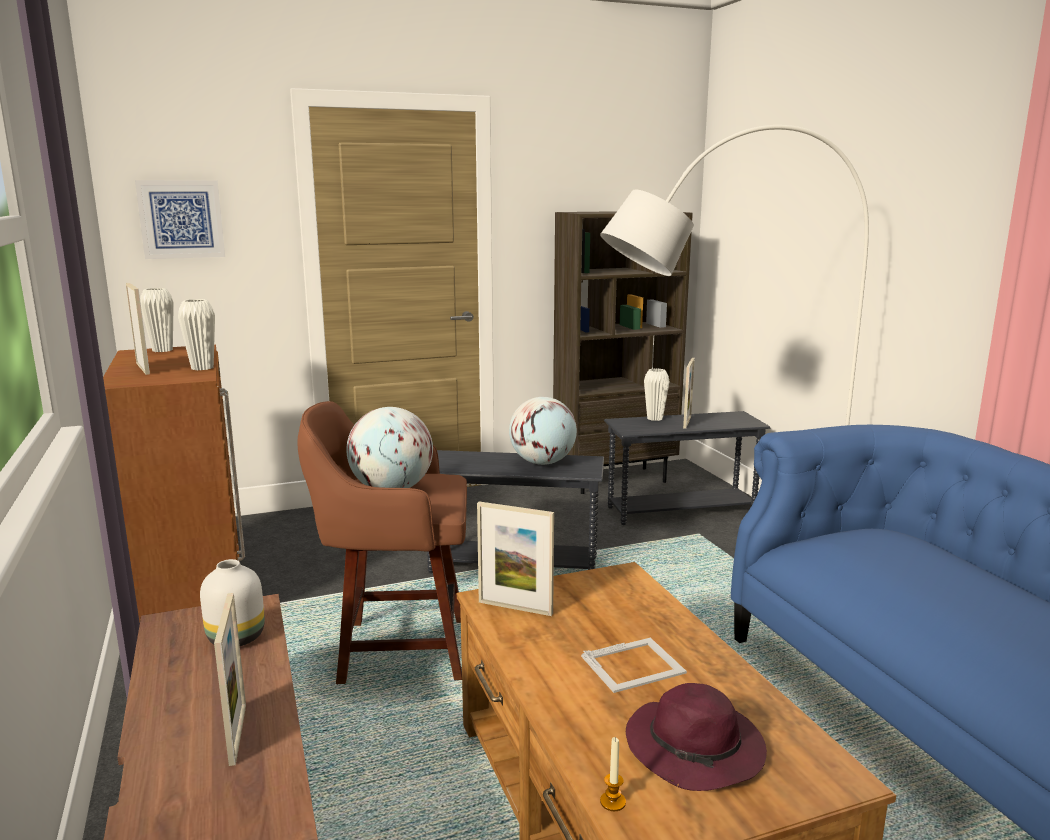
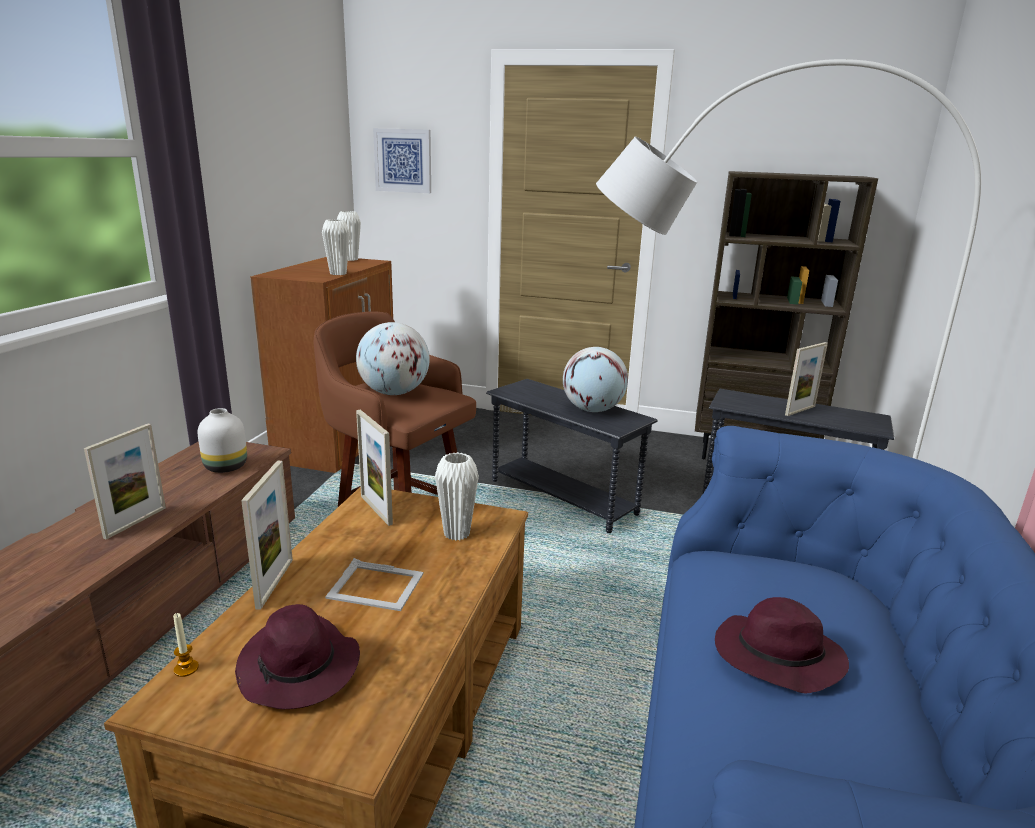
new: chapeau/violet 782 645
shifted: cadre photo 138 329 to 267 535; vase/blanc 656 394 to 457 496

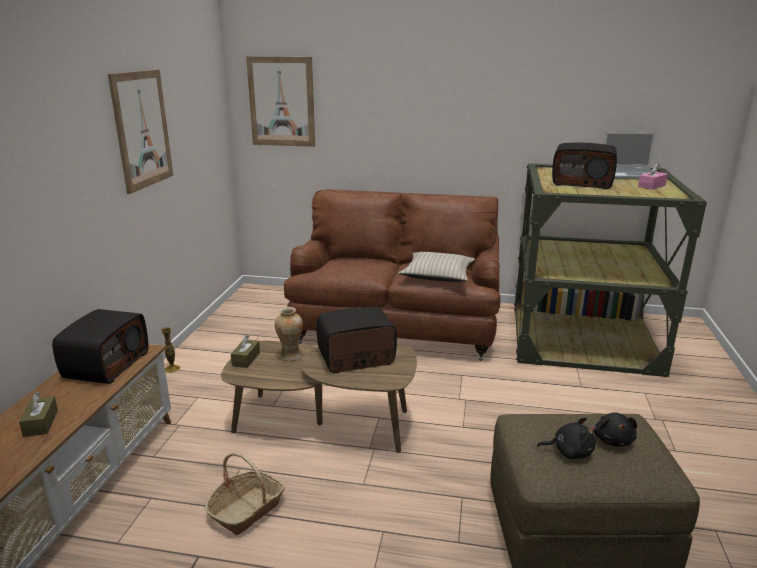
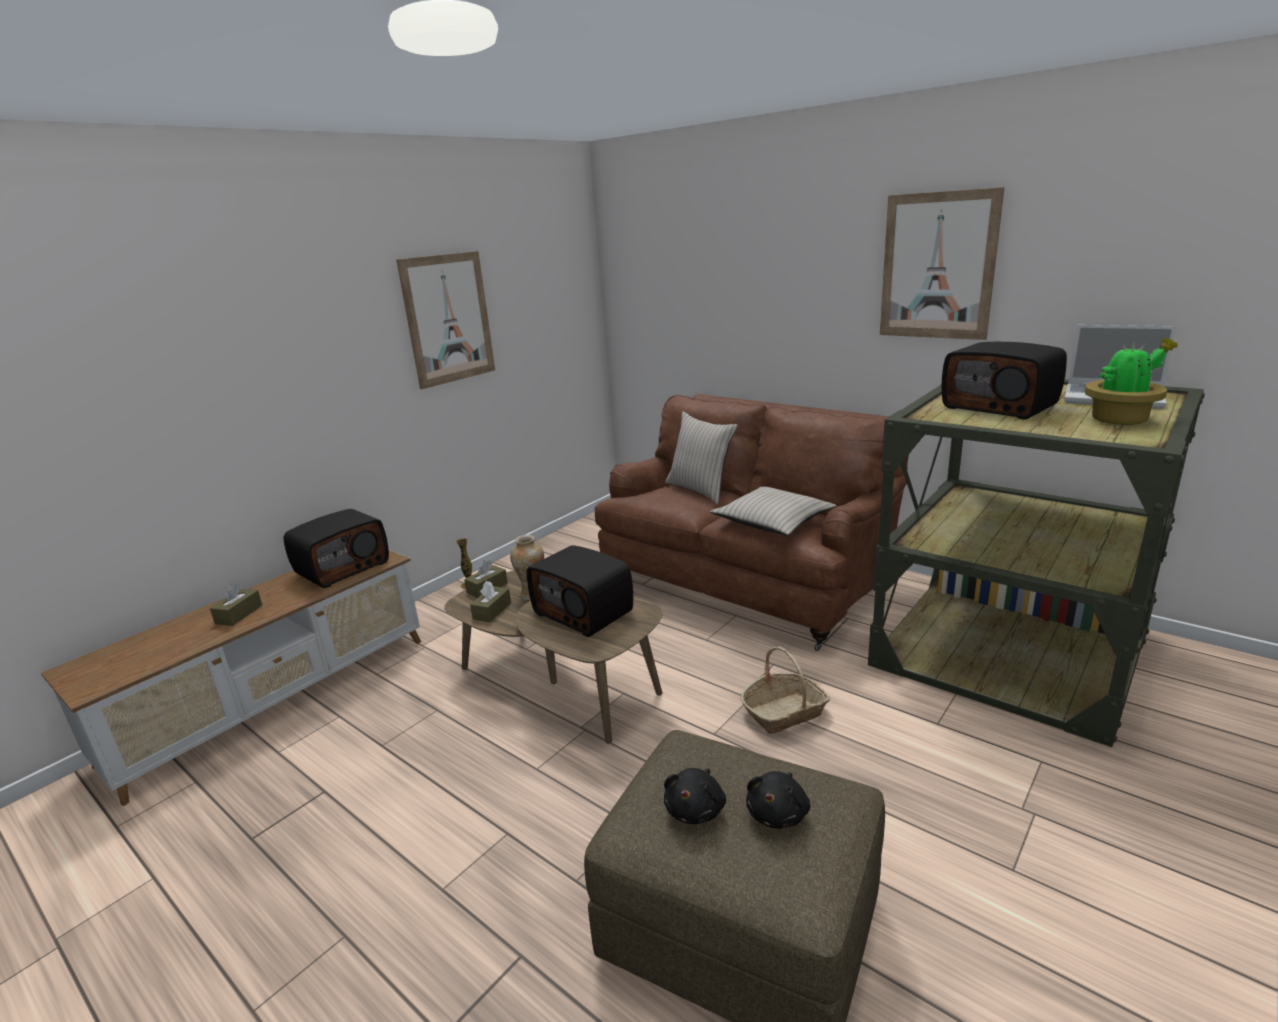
new: boîte à mouchoirs/marron 490 601; coussin/beige 701 458
shifted: panier 245 493 to 785 690; tableau 280 101 to 942 263
swapped: boîte à mouchoirs/rose 653 176 to plante en pot 1131 381
rotated: radio 357 340 = 580 591 150 degrees counterclockwise; peluche/noir 566 438 = 695 796 75 degrees clockwise

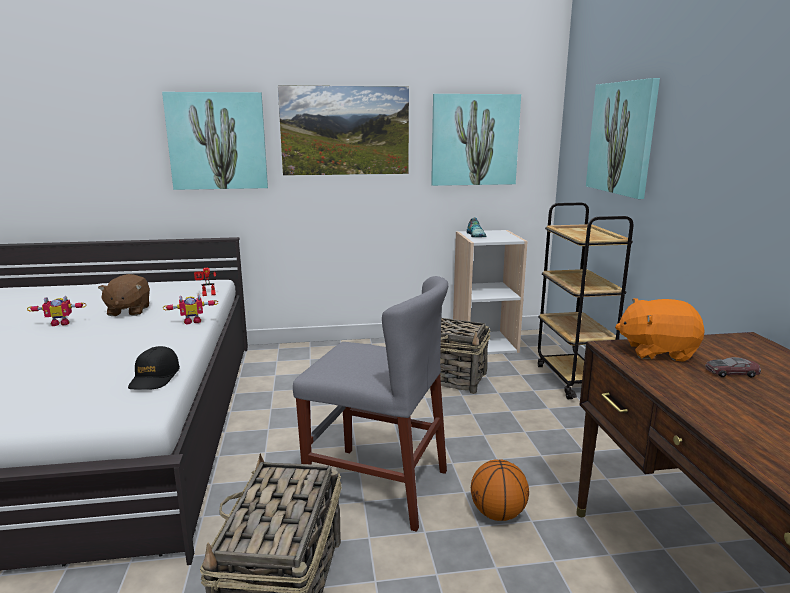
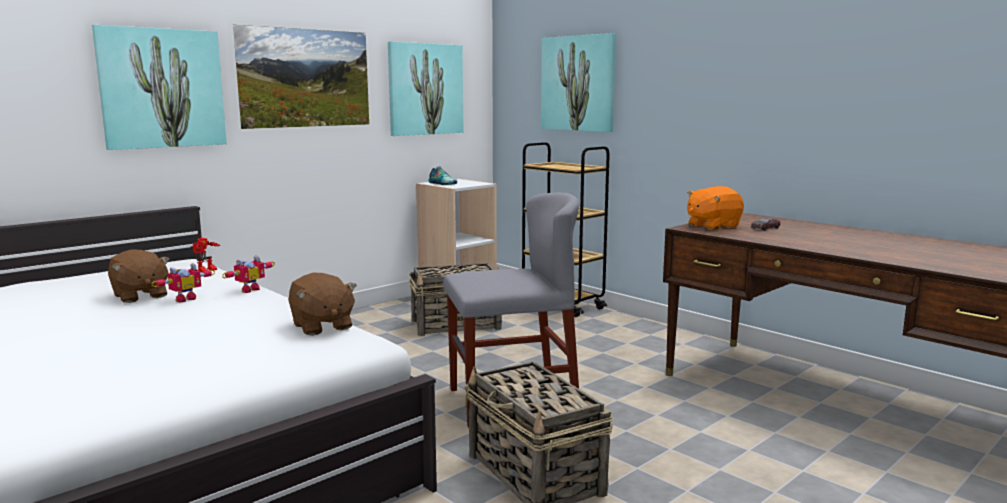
gone: ballon de basket 500 490
shifted: robot jouet 57 311 to 183 283
swapped: casquette/noir 154 368 to peluche/marron 322 304

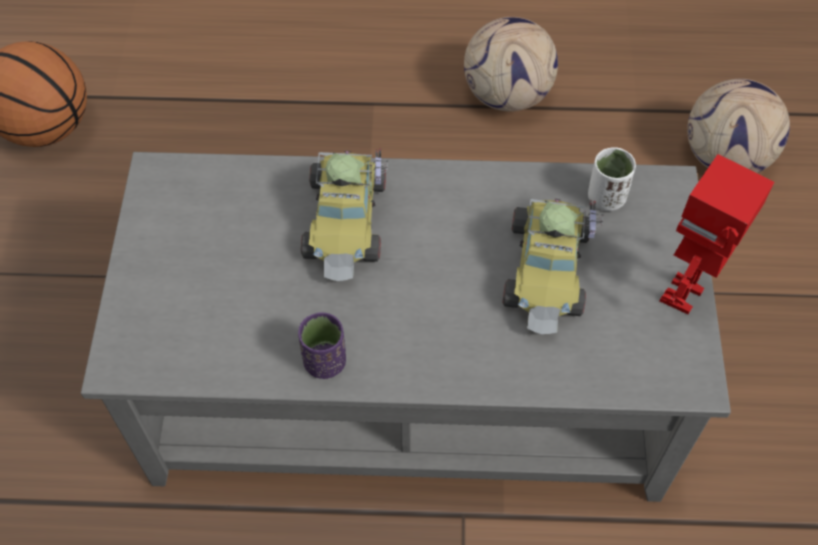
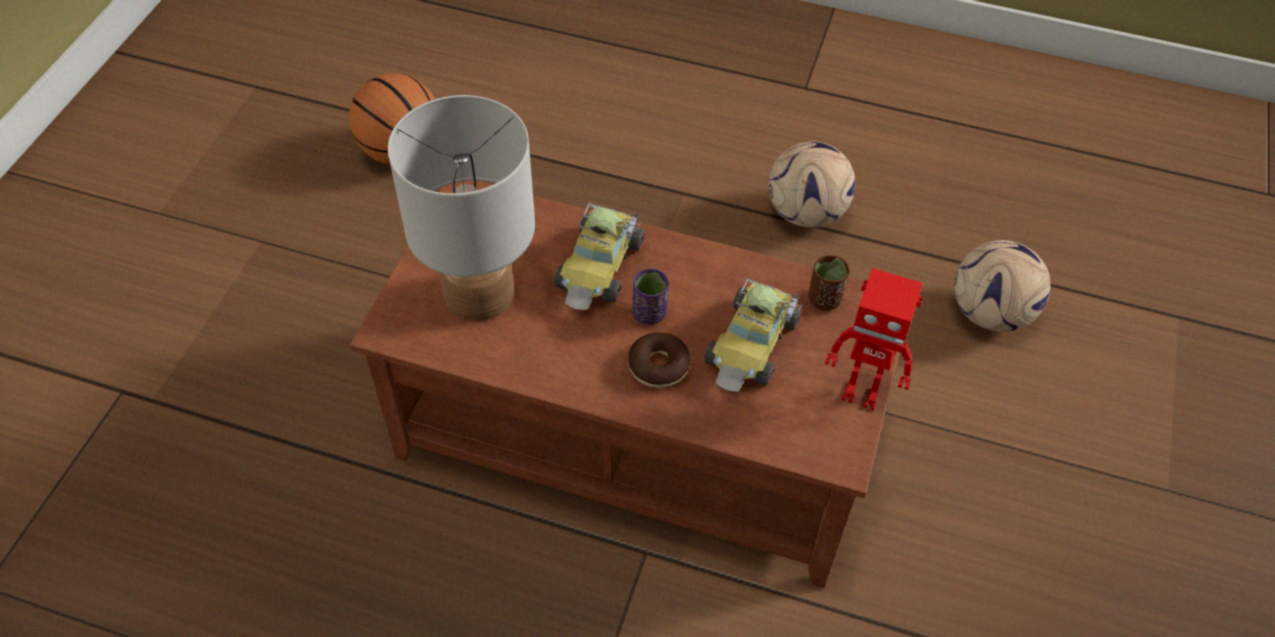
new: lampe de table/gris 461 208; beignet 659 360
shifted: tasse/violet 322 345 to 650 297
repainted: table basse/gris 406 327 to table basse/marron 624 384; tasse/blanc 612 179 to tasse/marron 828 283
rotated: robot jouet 717 234 = 874 339 120 degrees counterclockwise

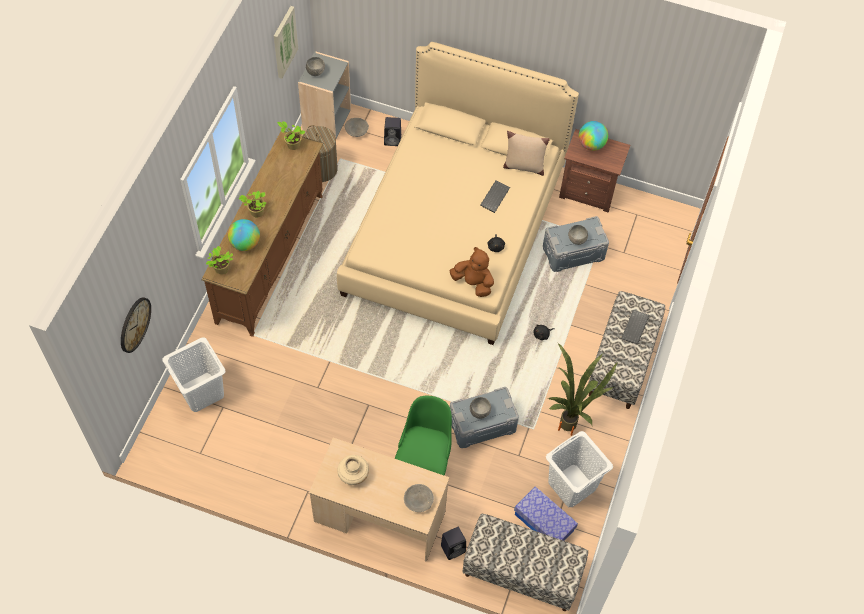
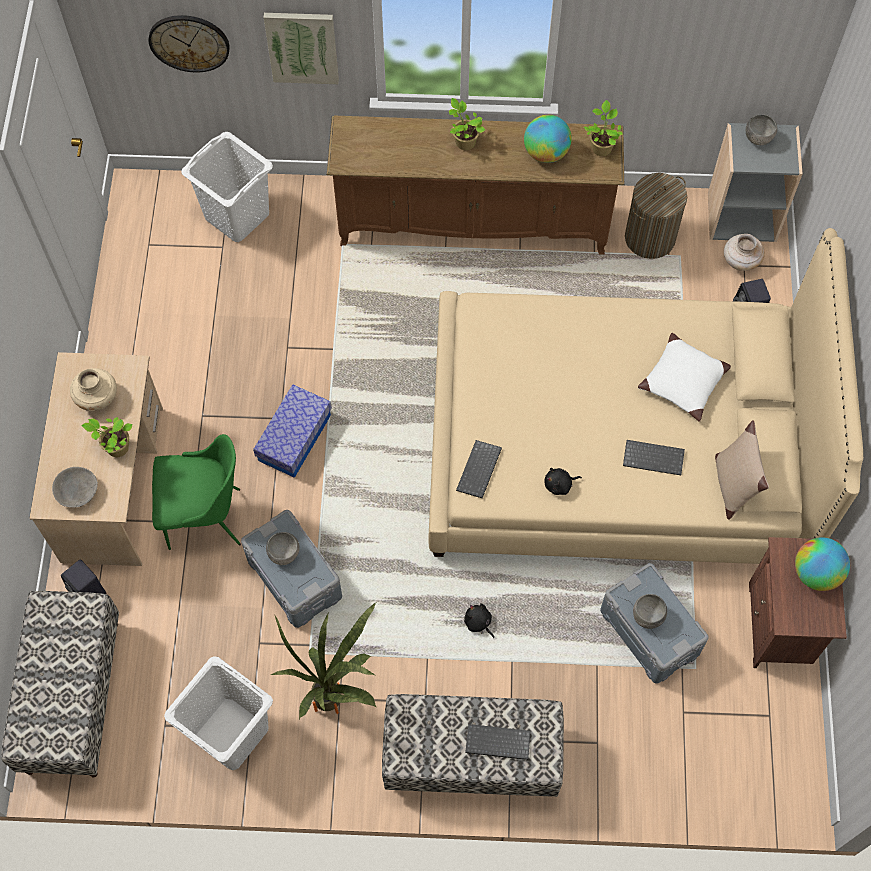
new: coussin/blanc 684 377
shifted: plante en pot 219 260 to 107 437; globe 244 235 to 548 139; tableau 286 42 to 301 48; boîte de rangement 546 513 to 292 431
swapped: bol/gris 357 127 to vase/beige 744 252; peluche/marron 471 272 to clavier 479 469

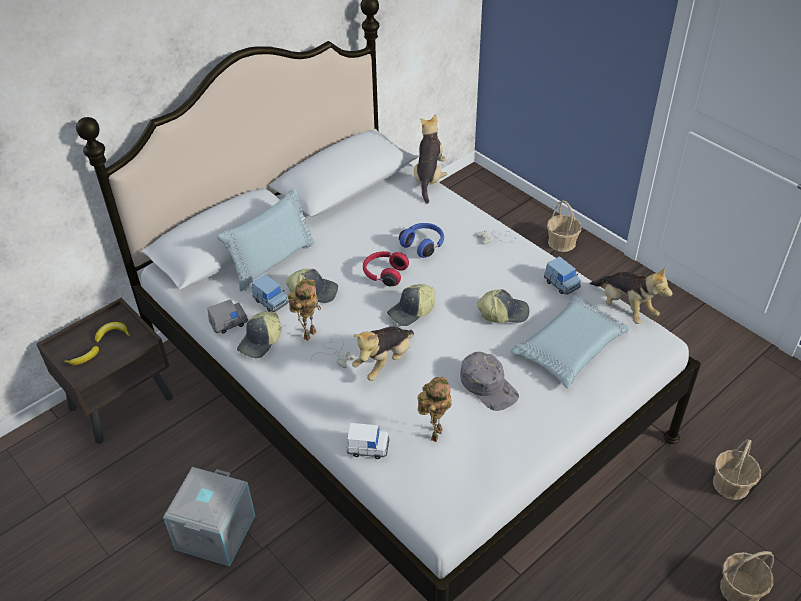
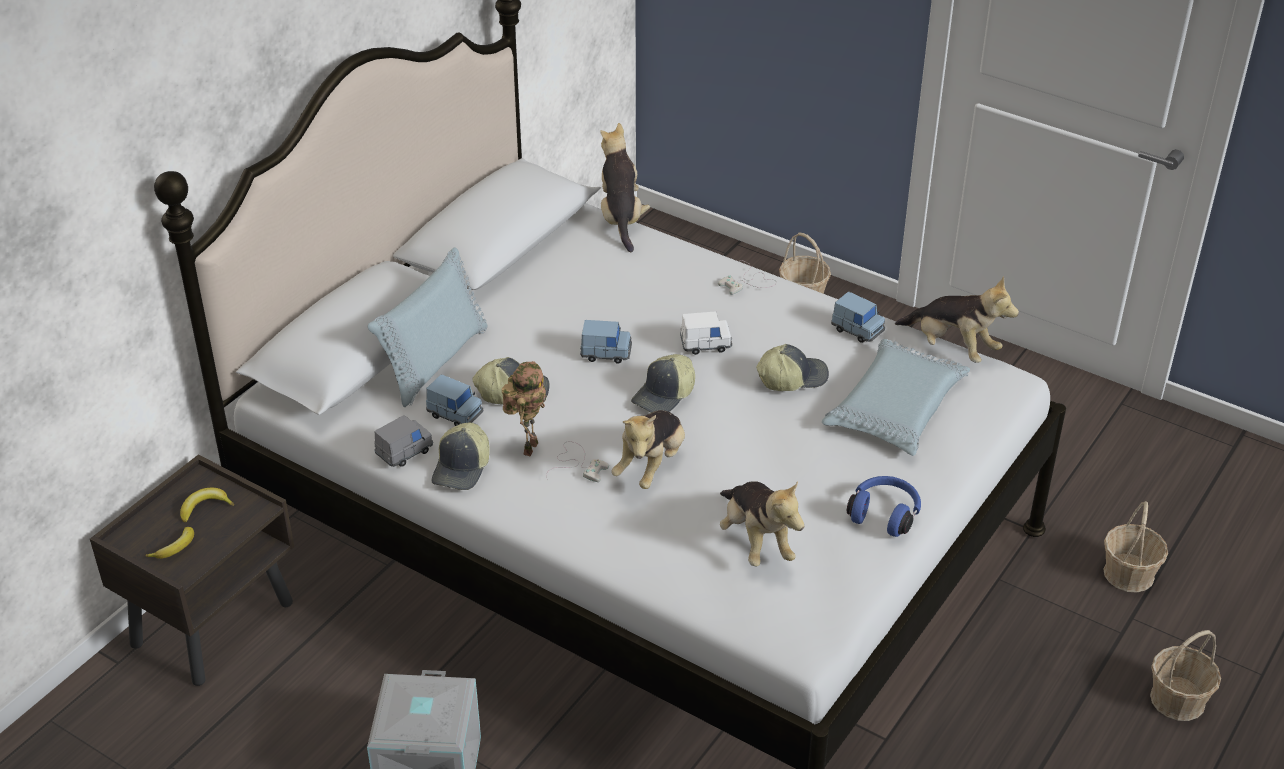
gone: casquette/gris 489 381
shifted: petite voiture/blanc 368 441 to 706 333; casque audio/bleu 421 240 to 884 506
swapped: casque audio/rouge 386 268 to petite voiture/bleu 606 342; robot jouet 435 409 to peluche 762 523

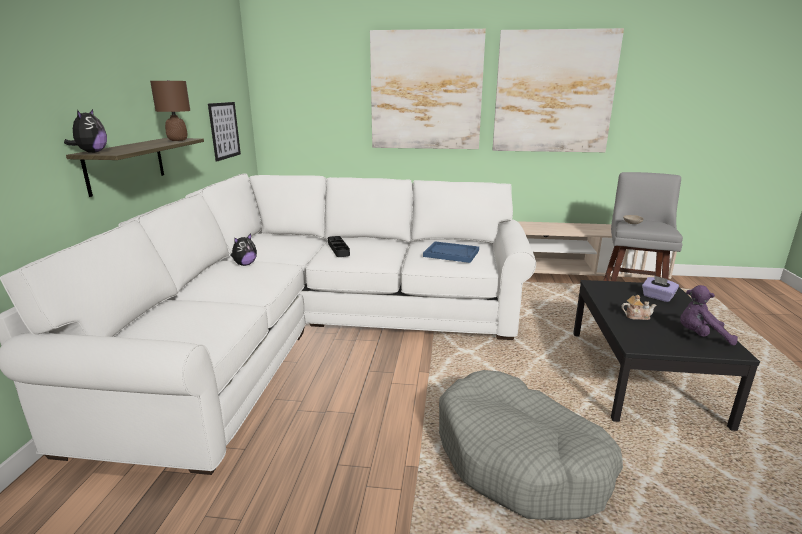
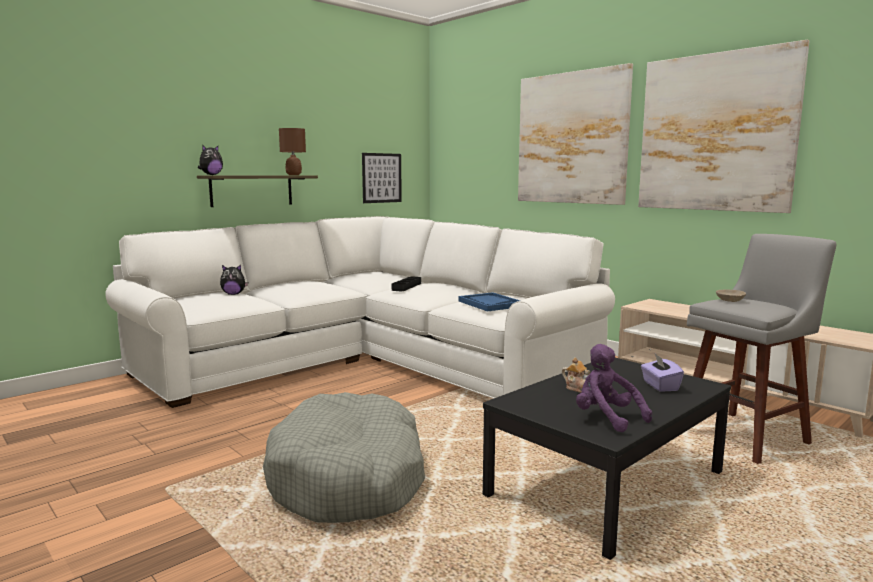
shifted: peluche 243 250 to 234 280

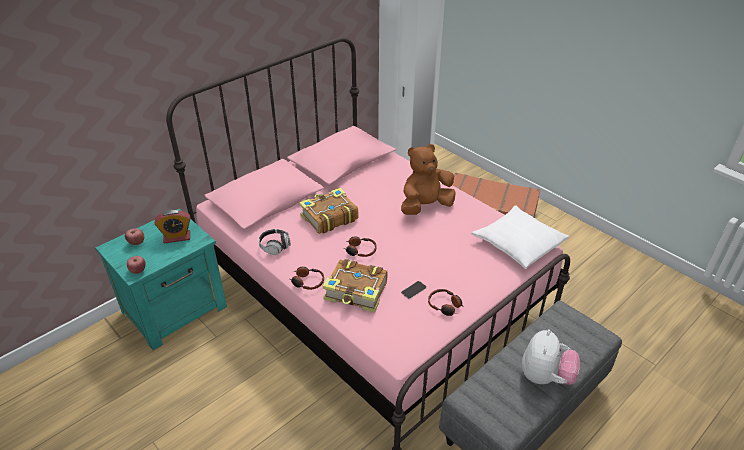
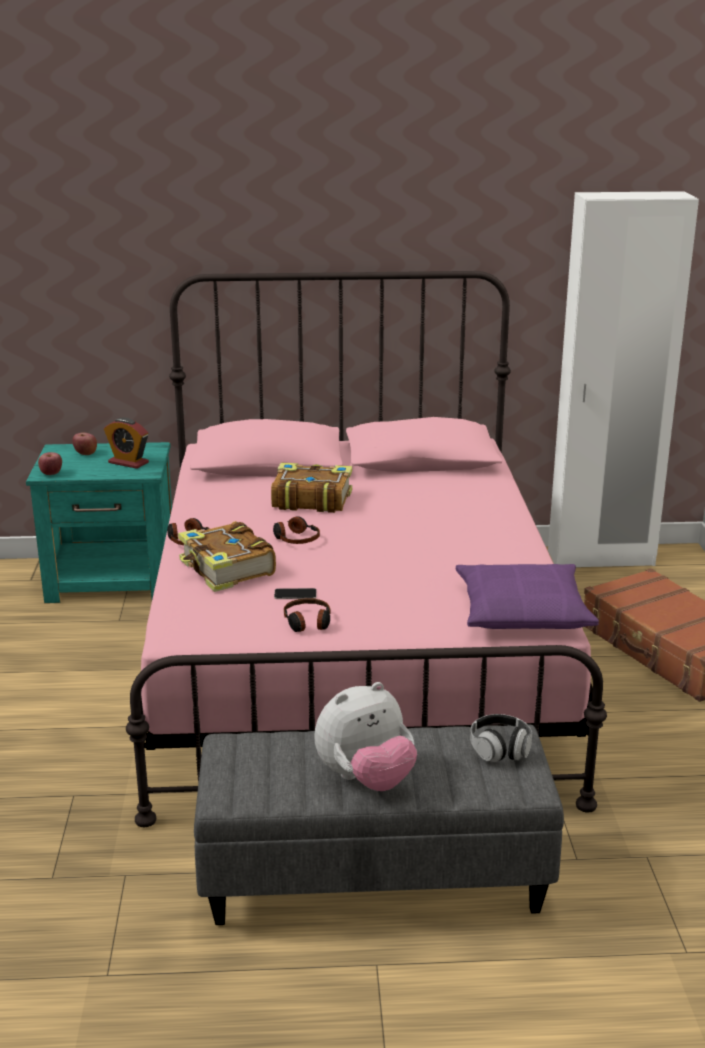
gone: peluche/marron 428 179
shifted: casque audio 274 242 to 501 738
repainted: coussin/blanc 520 237 to coussin/violet 527 596

